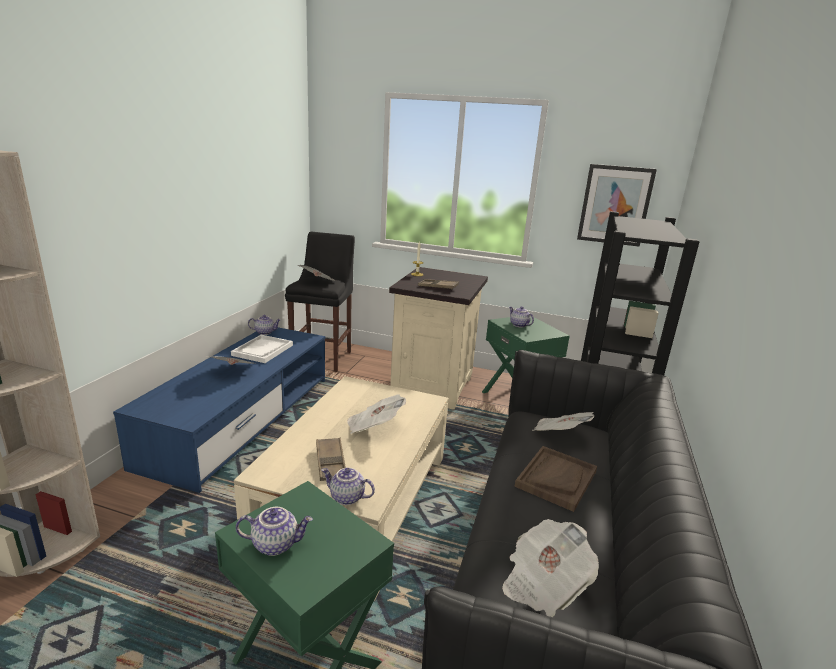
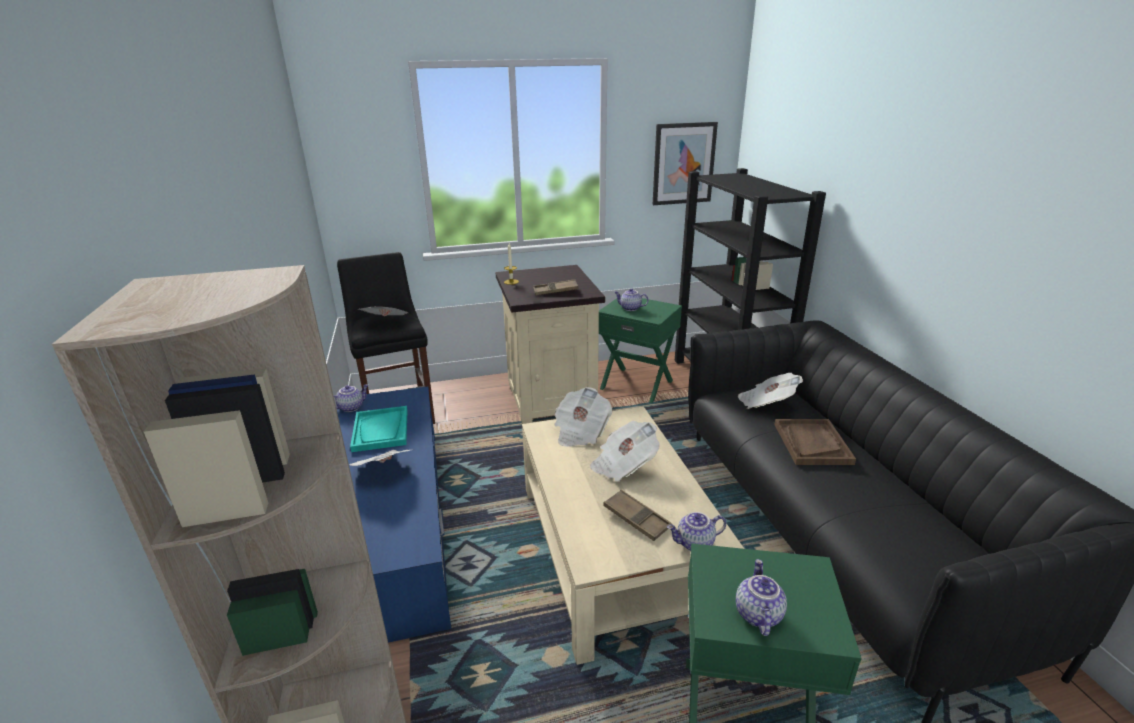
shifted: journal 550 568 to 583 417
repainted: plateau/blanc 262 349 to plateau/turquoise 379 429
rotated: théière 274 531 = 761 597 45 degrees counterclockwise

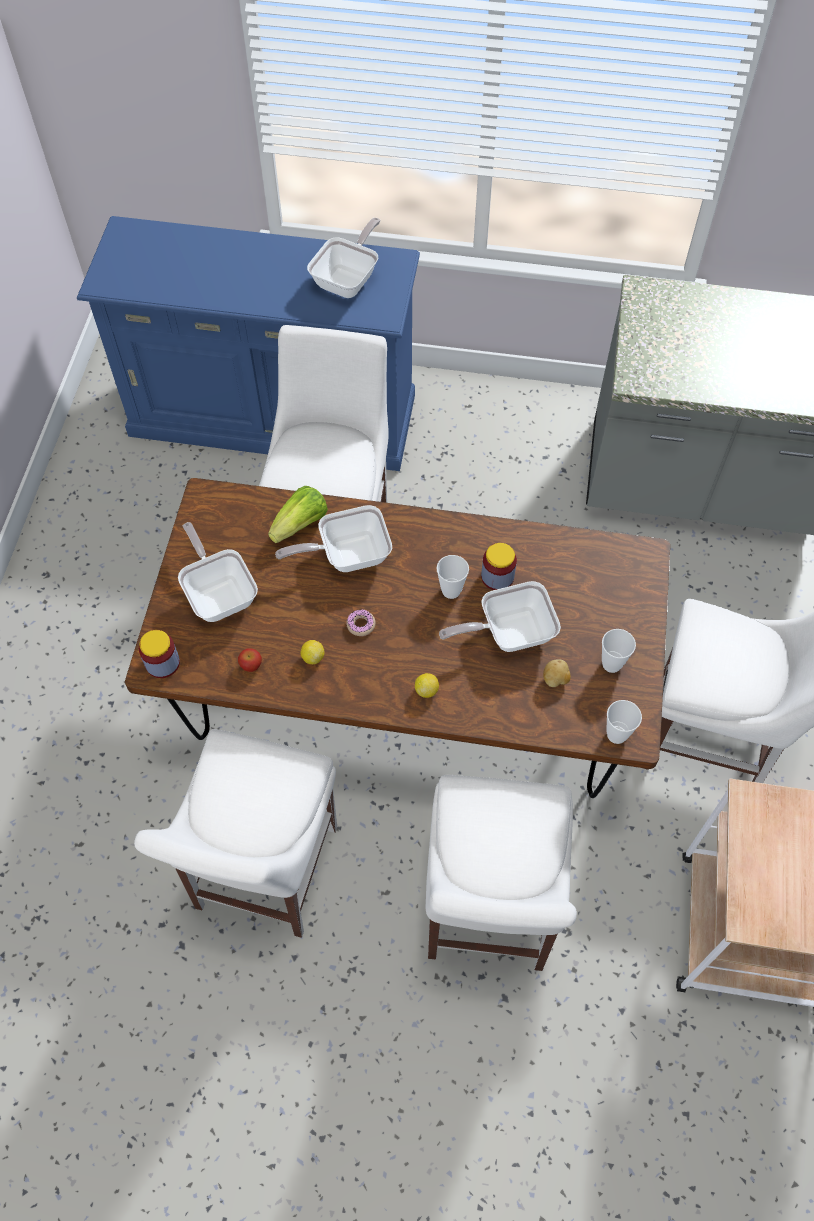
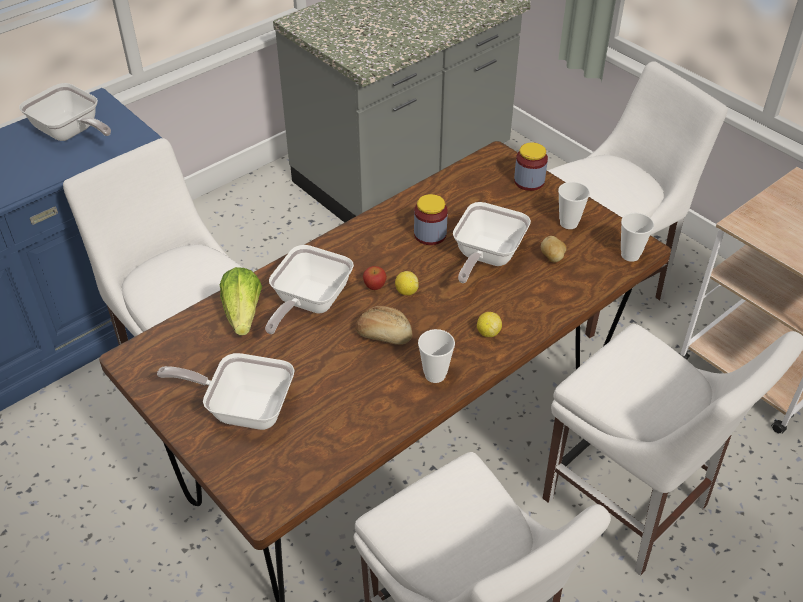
shifted: bocal 159 654 to 531 166; pomme 250 660 to 375 278; citron 312 652 to 407 283; tasse 453 577 to 436 356
swapped: beignet 361 622 to pain 384 325
rotated: poêle 343 258 = 65 112 150 degrees clockwise

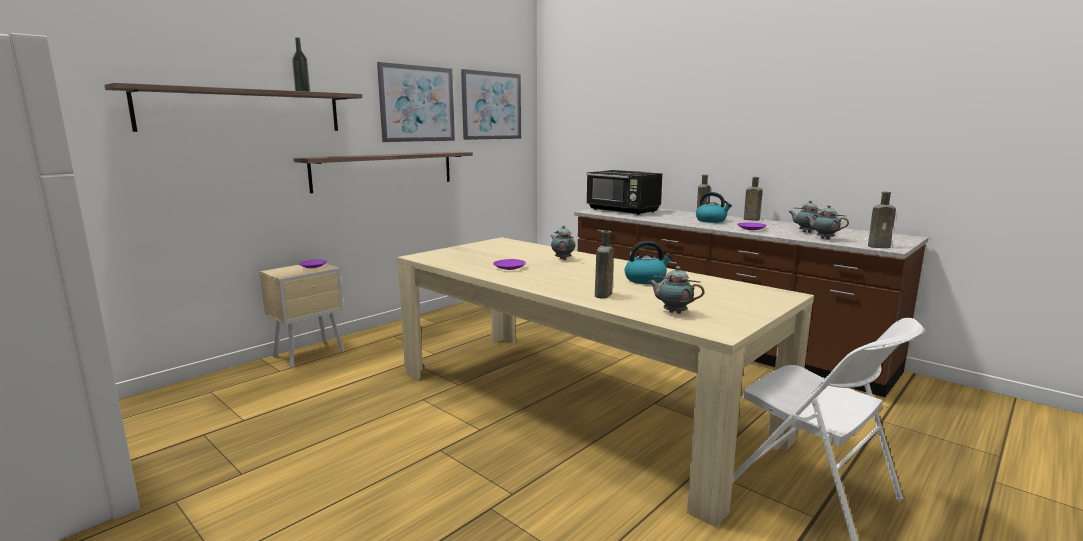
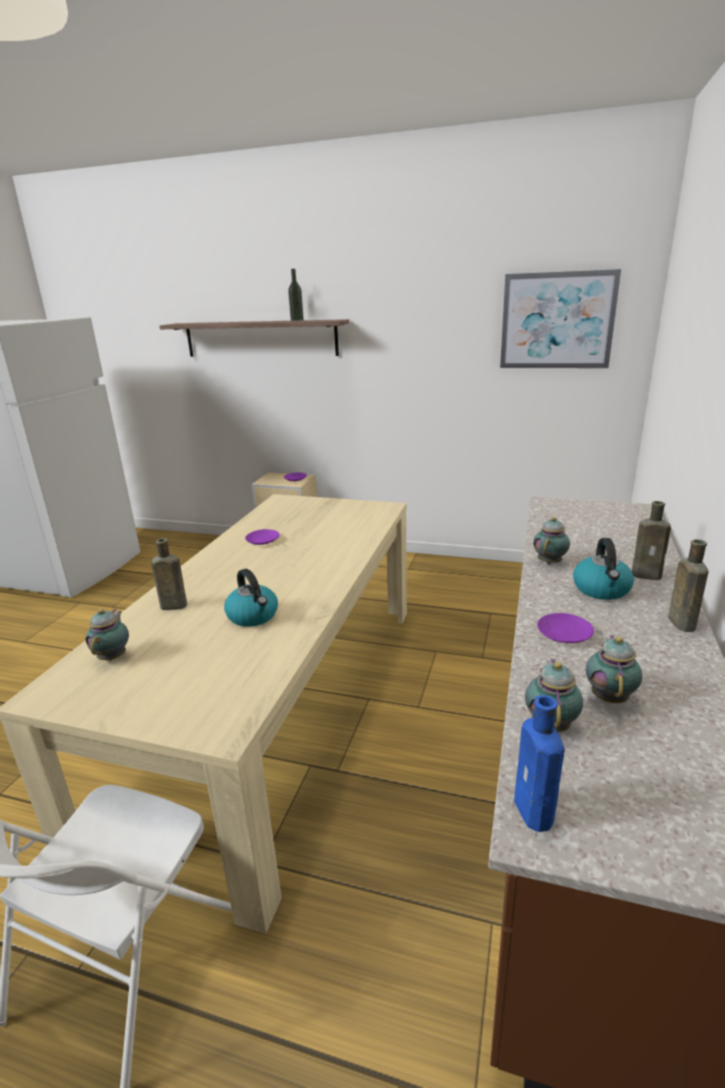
gone: étagère 383 172; tableau 416 102; micro-ondes/noir 624 192
shifted: théière 563 243 to 551 540
repainted: bouteille/marron 882 220 to bouteille/bleu 539 763

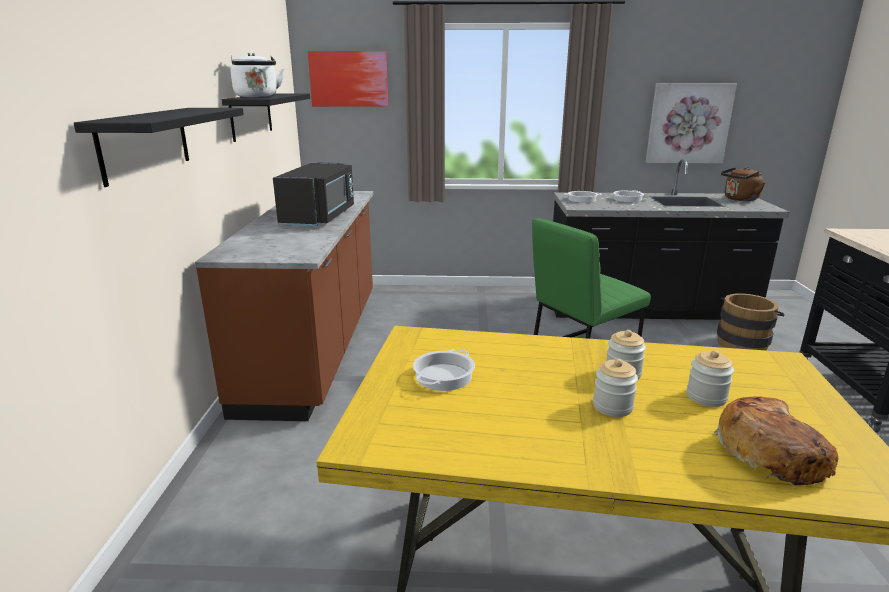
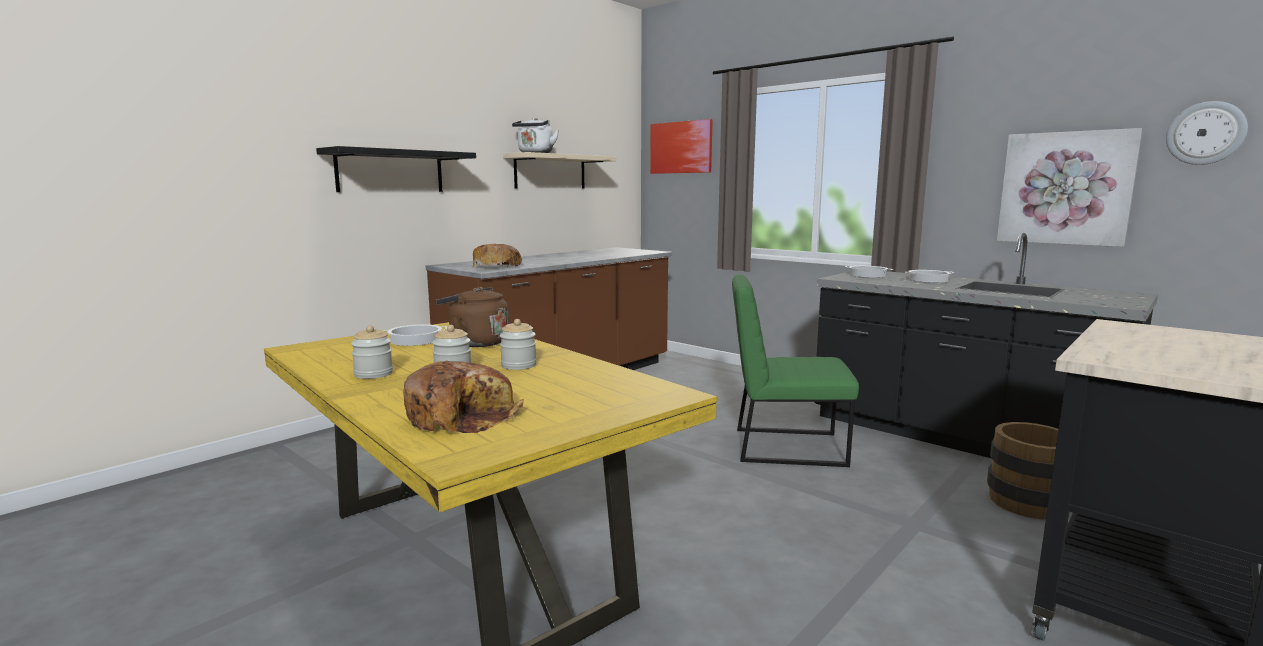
gone: micro-ondes/noir 313 194
new: pain 497 255; horloge murale 1207 133
shifted: bocal 710 378 to 372 352; bouilloire/marron 743 184 to 472 317
repainted: étagère/noir 266 118 to étagère/beige 559 170

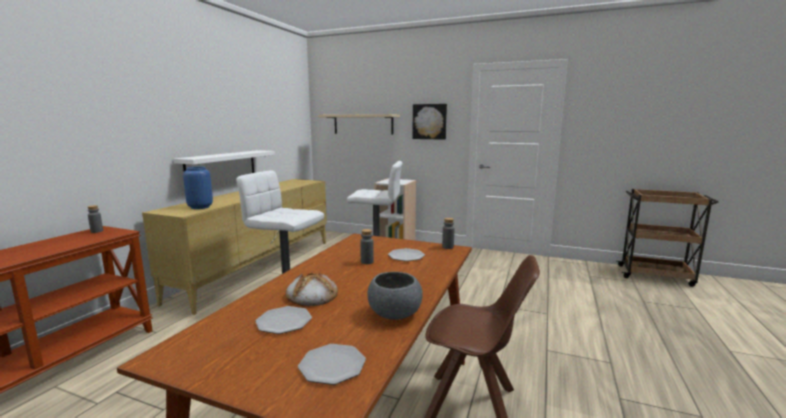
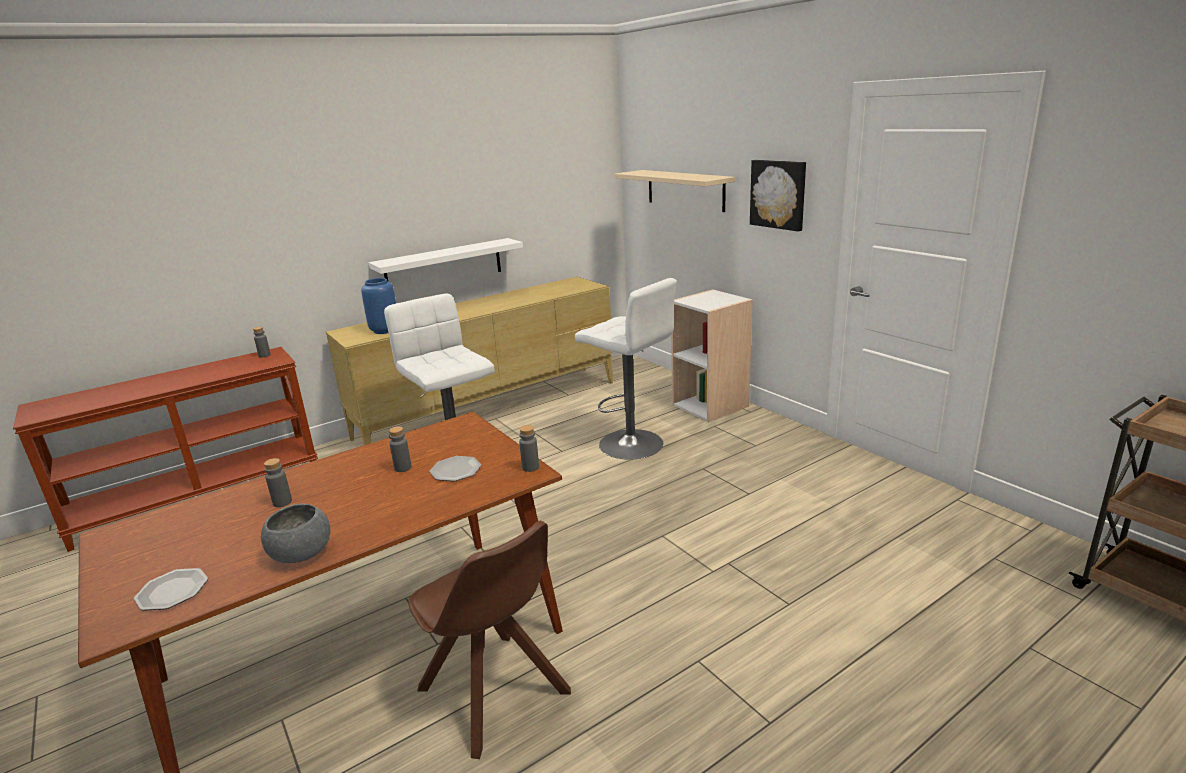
gone: assiette 283 320
swapped: pain 312 289 to bouteille/gris 278 482

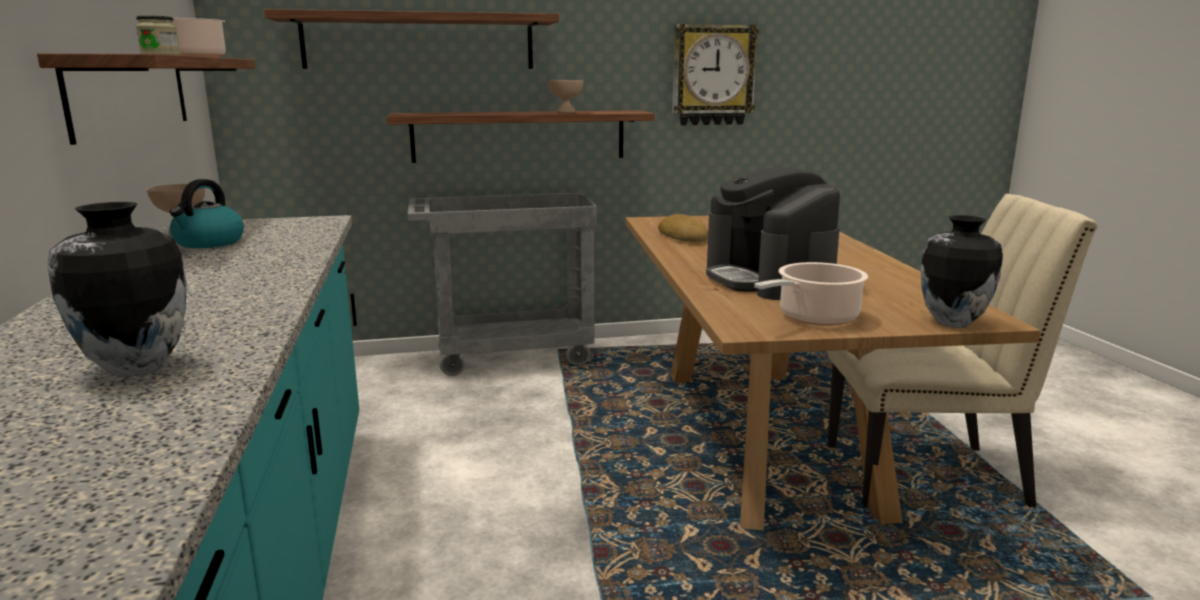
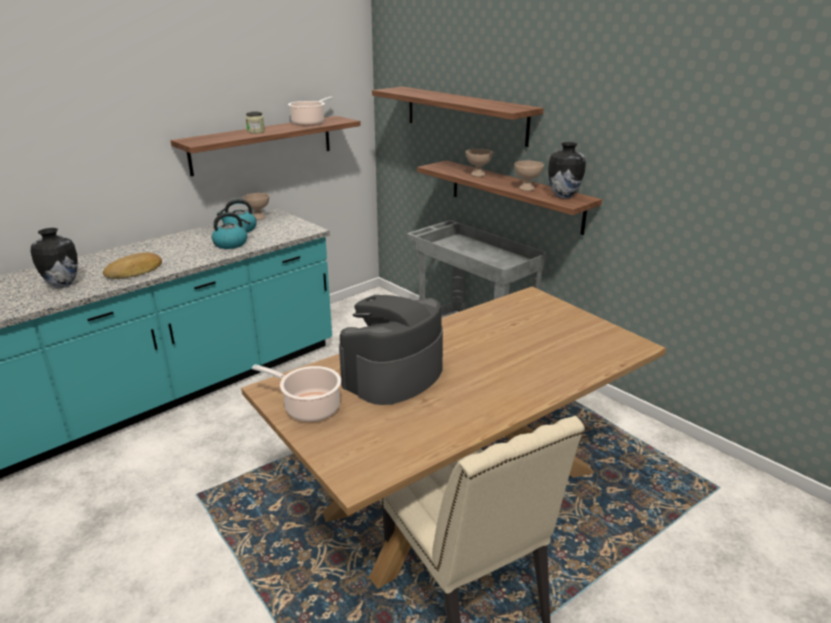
gone: horloge murale 715 74
new: bouilloire 231 230; bol/beige 479 163
shifted: pain 683 228 to 132 265; vase 961 271 to 567 170

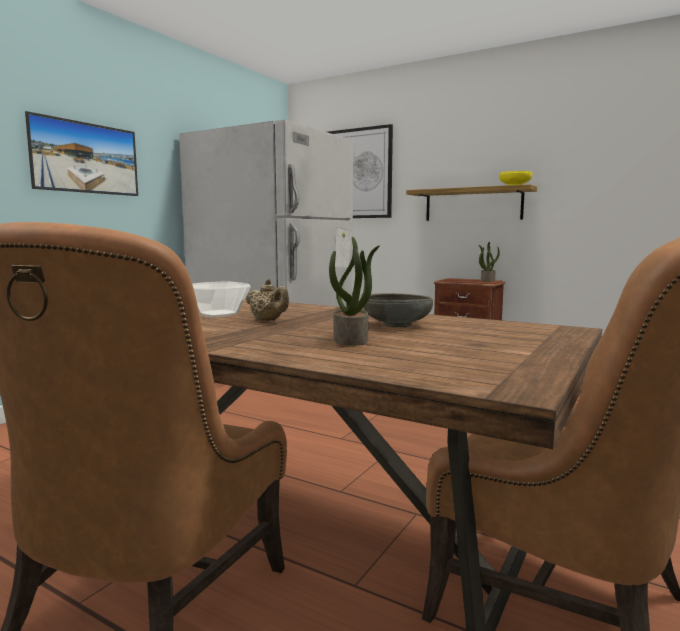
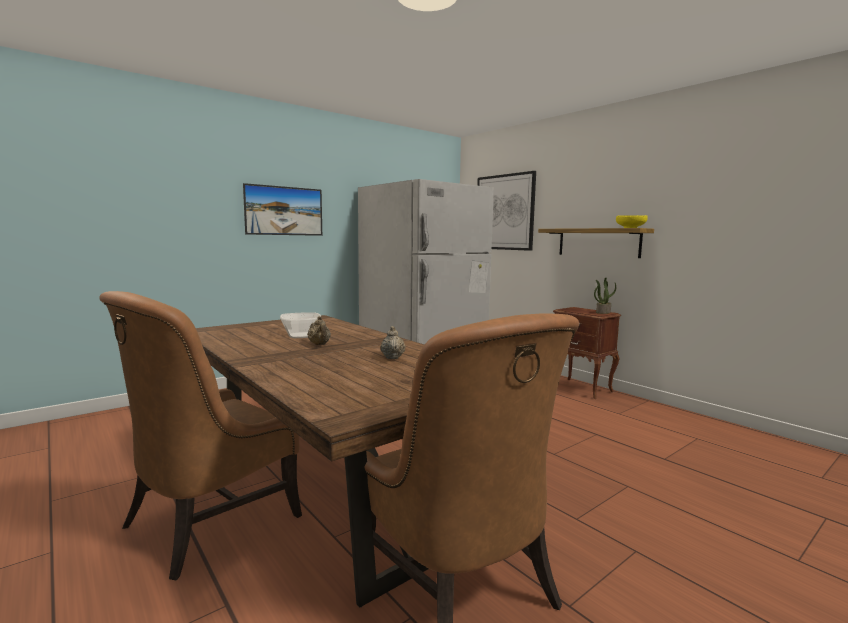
gone: plante en pot 354 291
swapped: bol/gris 398 310 to théière/beige 393 342

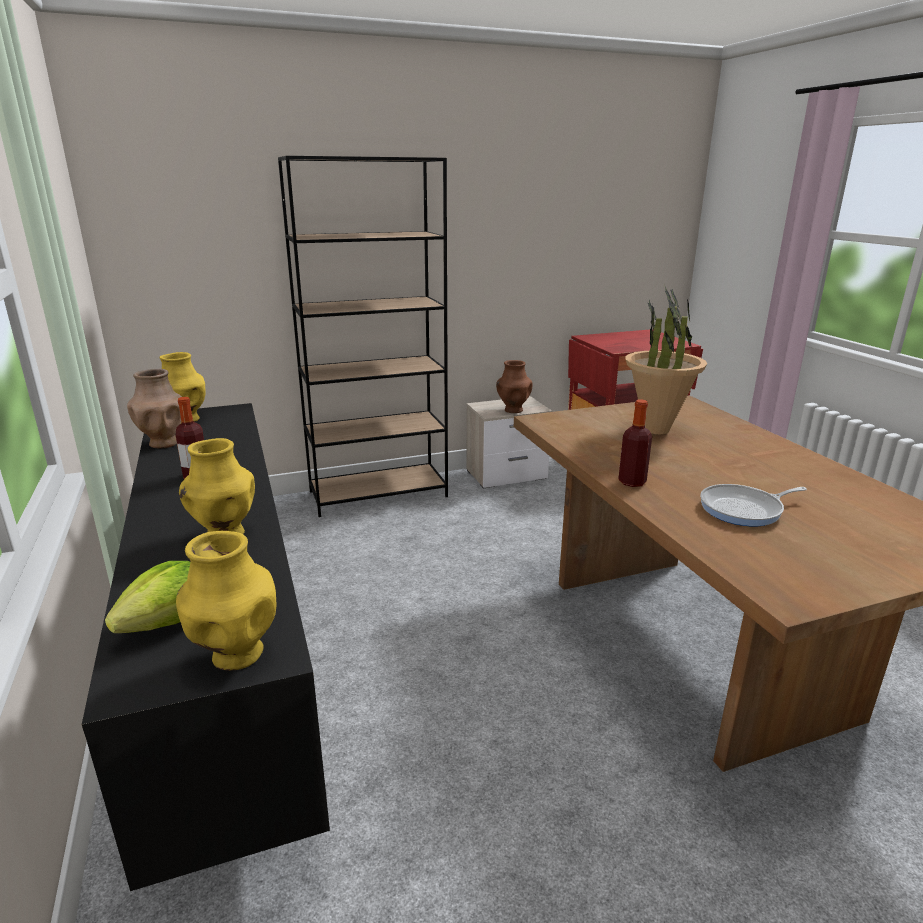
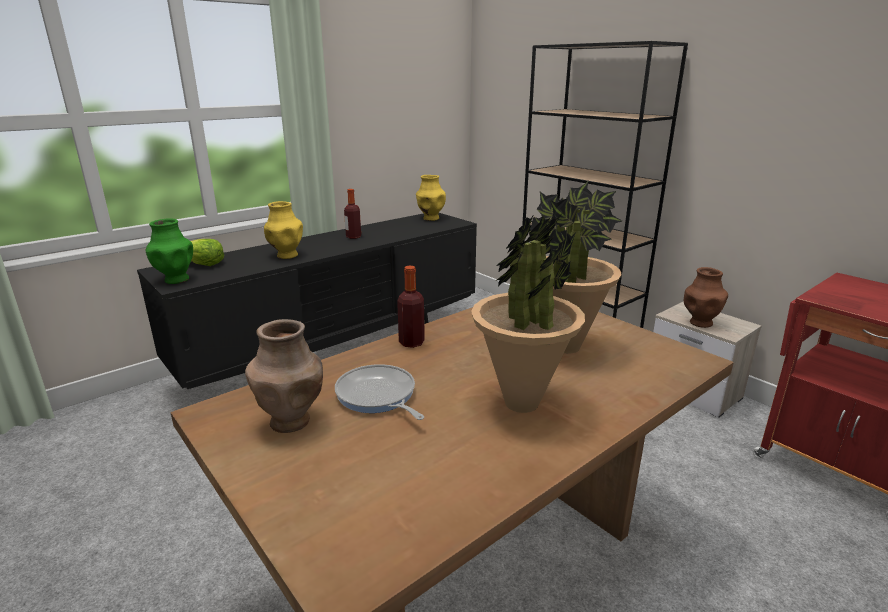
new: plante en pot 528 313
shifted: vase/marron 154 409 to 284 376
repainted: vase/jaune 226 601 to vase/vert 169 251

